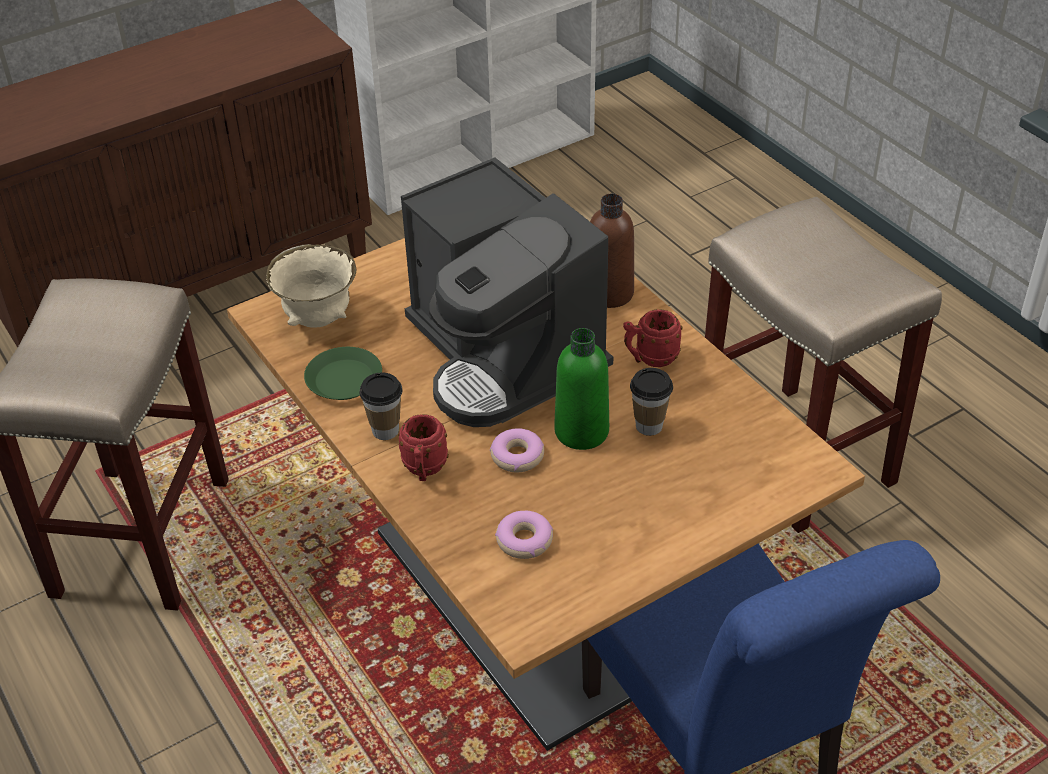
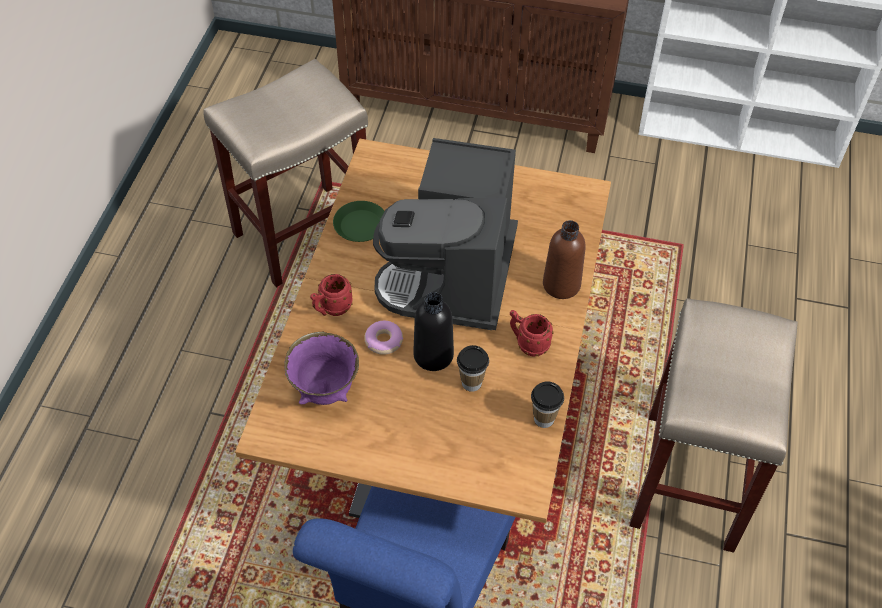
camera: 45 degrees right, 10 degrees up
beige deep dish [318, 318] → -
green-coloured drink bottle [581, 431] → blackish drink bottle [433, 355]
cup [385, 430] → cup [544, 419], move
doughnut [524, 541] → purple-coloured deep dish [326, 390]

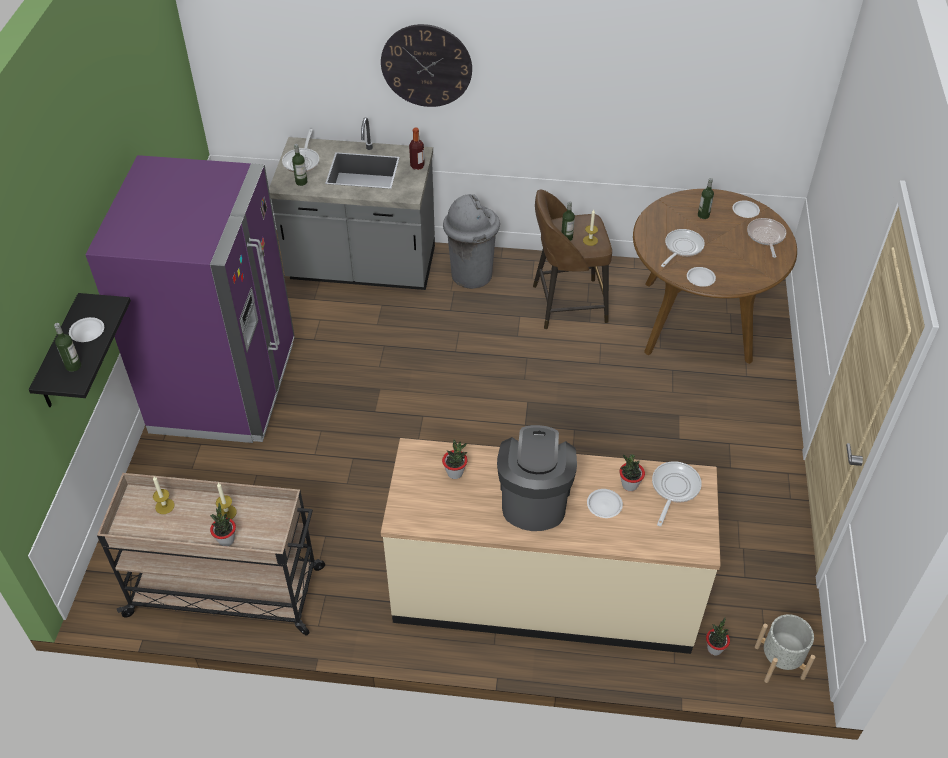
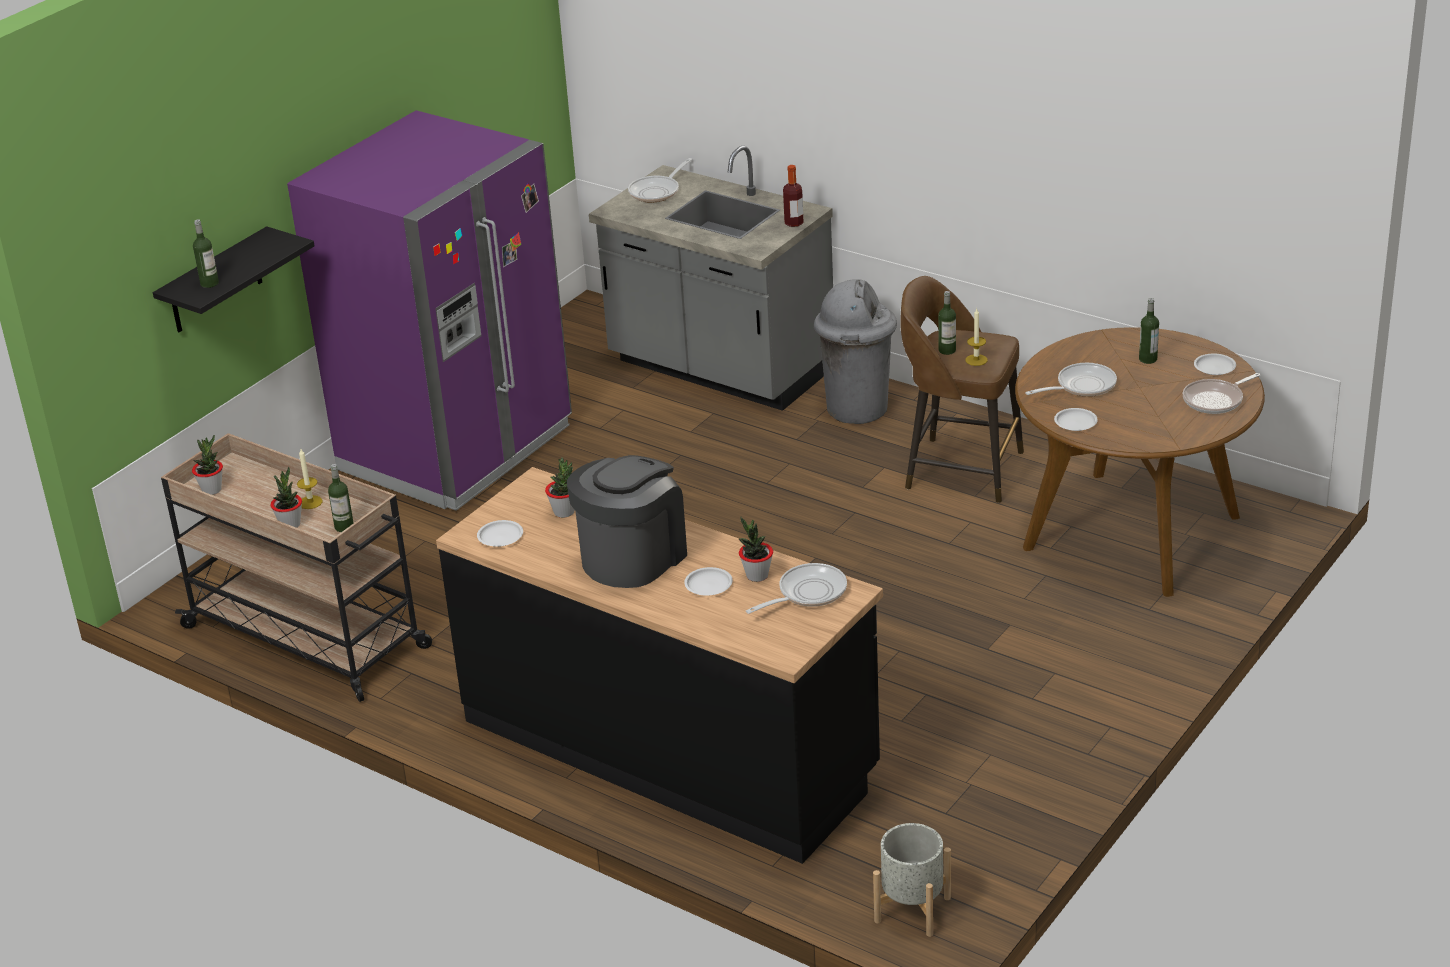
camera: 30 degrees right, 15 degrees down
wall clock [426, 65] → -
drink bottle [301, 182] → drink bottle [344, 527], move
pan [766, 236] → pan [1215, 400], 150 degrees counterclockwise
white plate [87, 332] → white plate [500, 536], move
beige kitchen counter [544, 591] → blackish kitchen counter [670, 748]
wax light [164, 506] → -
plant in a pot [714, 648] → plant in a pot [212, 489], move

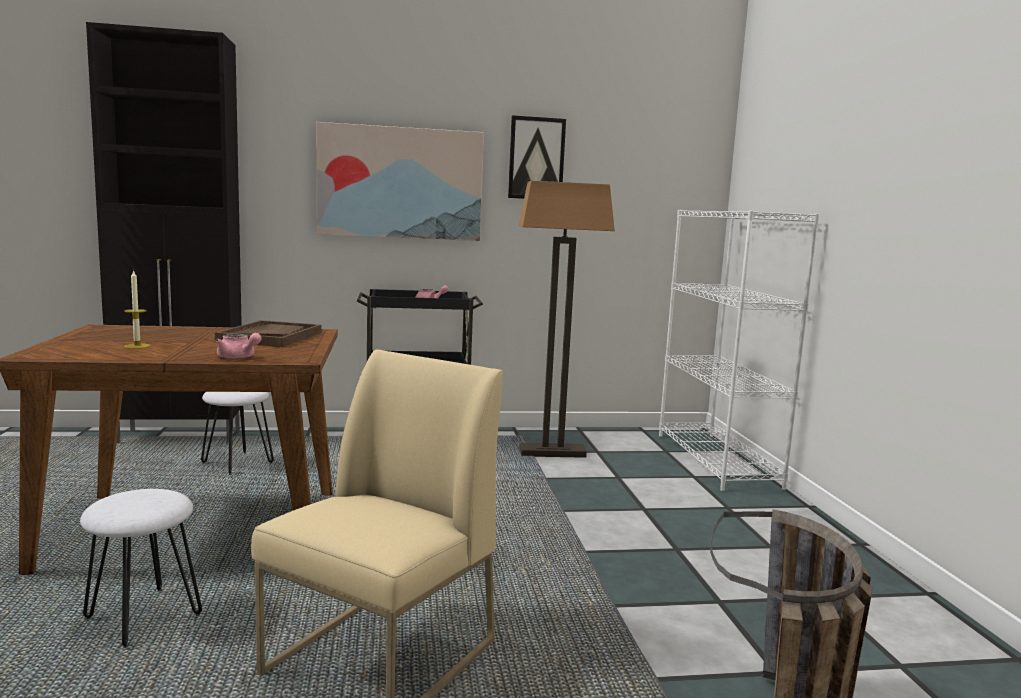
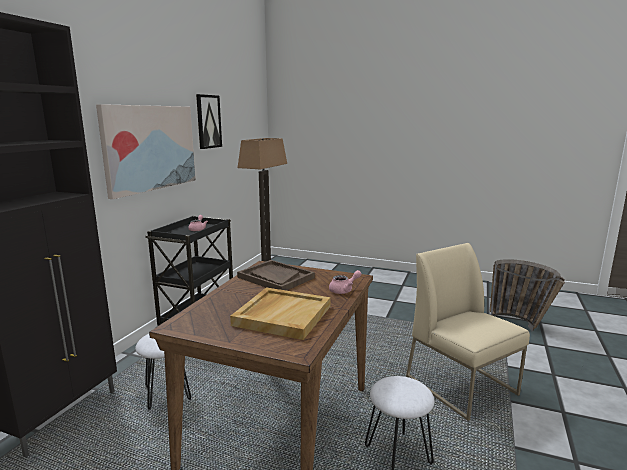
camera: 60 degrees left, 5 degrees up
white bookcase [717, 460] → -
wax light [137, 346] → beige carrying tray [282, 315]

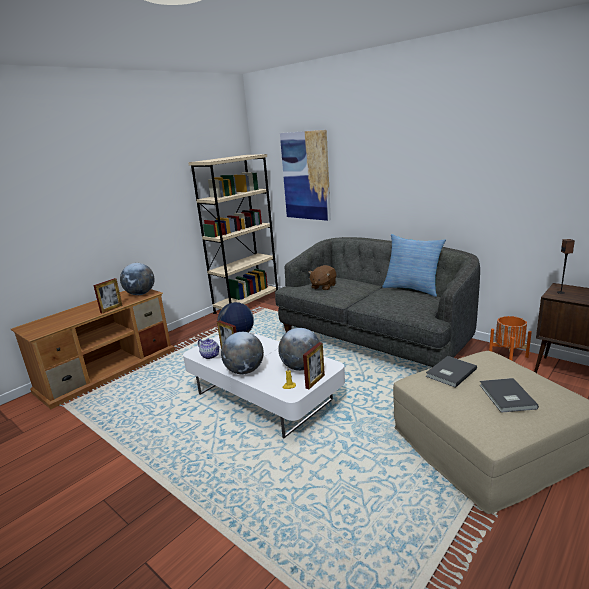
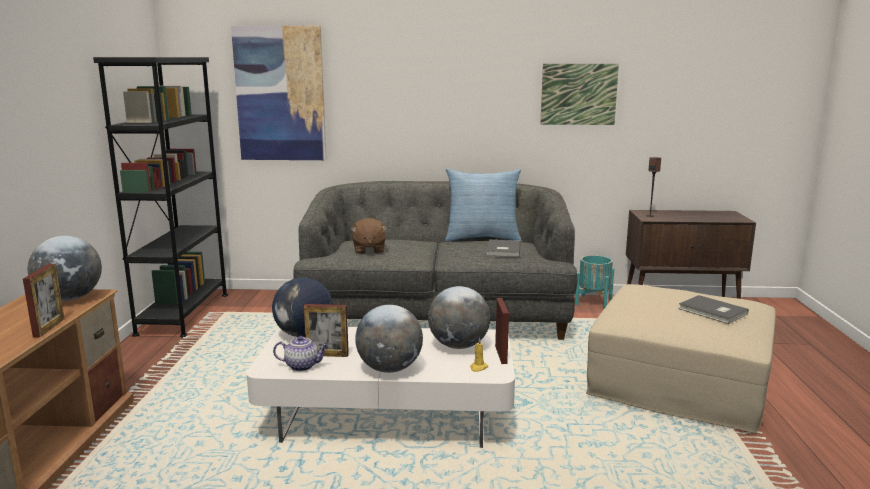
camera: 40 degrees left, 5 degrees down
beige bookcase [247, 305] → blackish bookcase [183, 313]
orange planter [508, 355] → turquoise-coloured planter [593, 302]
greyish volume [449, 372] → greyish volume [502, 250], move
- → picture [578, 94]

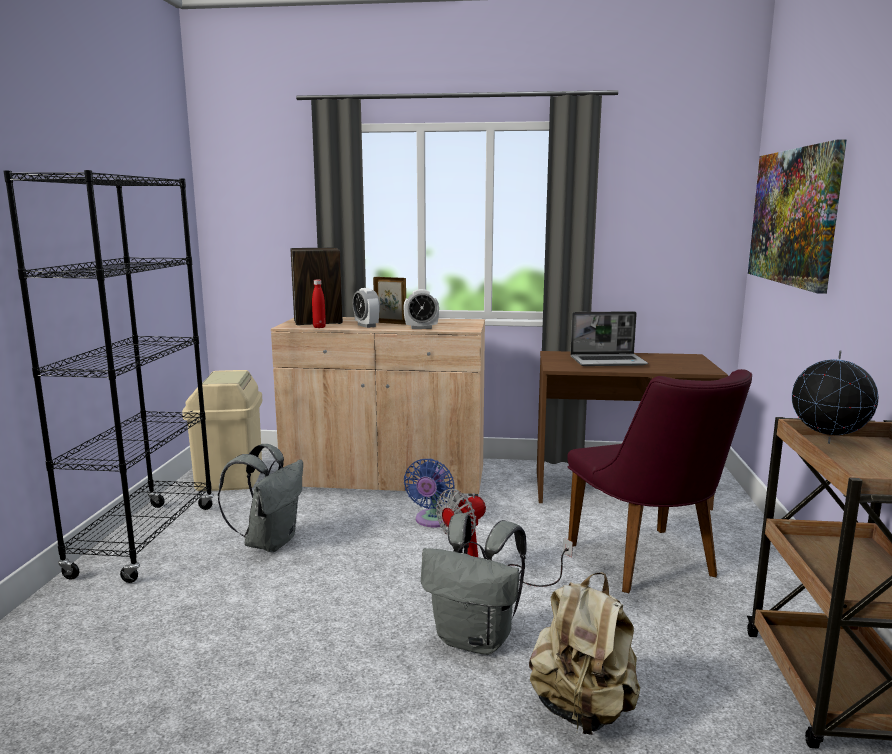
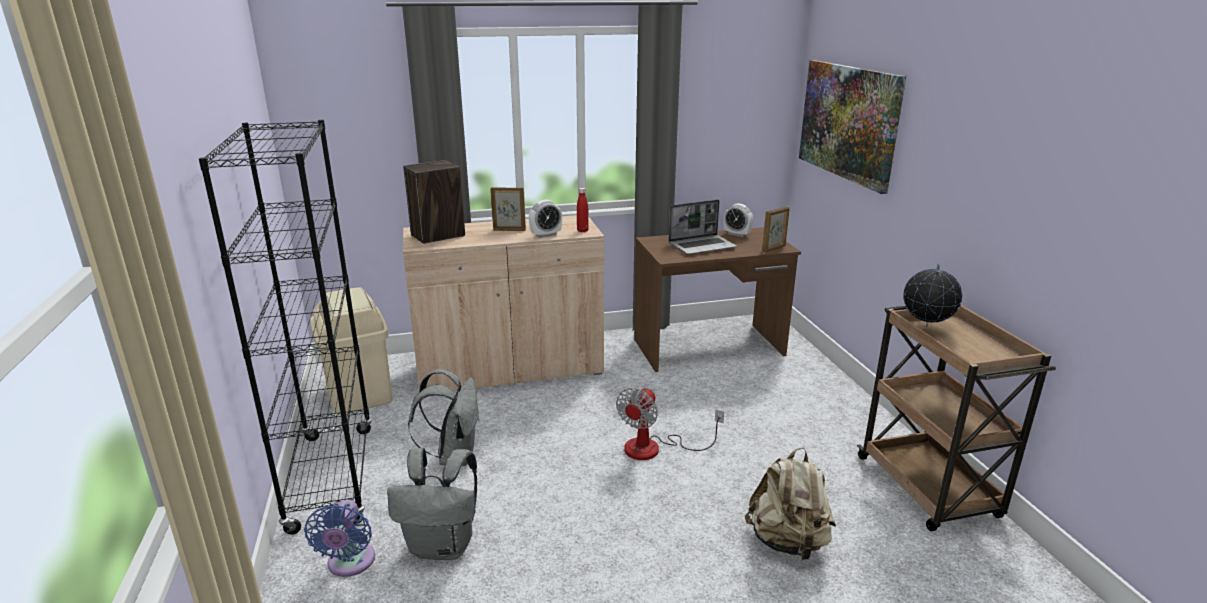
camera: 20 degrees left, 10 degrees up
red drink bottle [319, 327] → red drink bottle [582, 230], move
bedside clock [366, 326] → bedside clock [737, 234], move
purple-coloured plain chair [649, 565] → -
bluish fan [432, 521] → bluish fan [350, 564], move
greyish knapsack [476, 639] → greyish knapsack [443, 546], move
- → photo frame [774, 249]

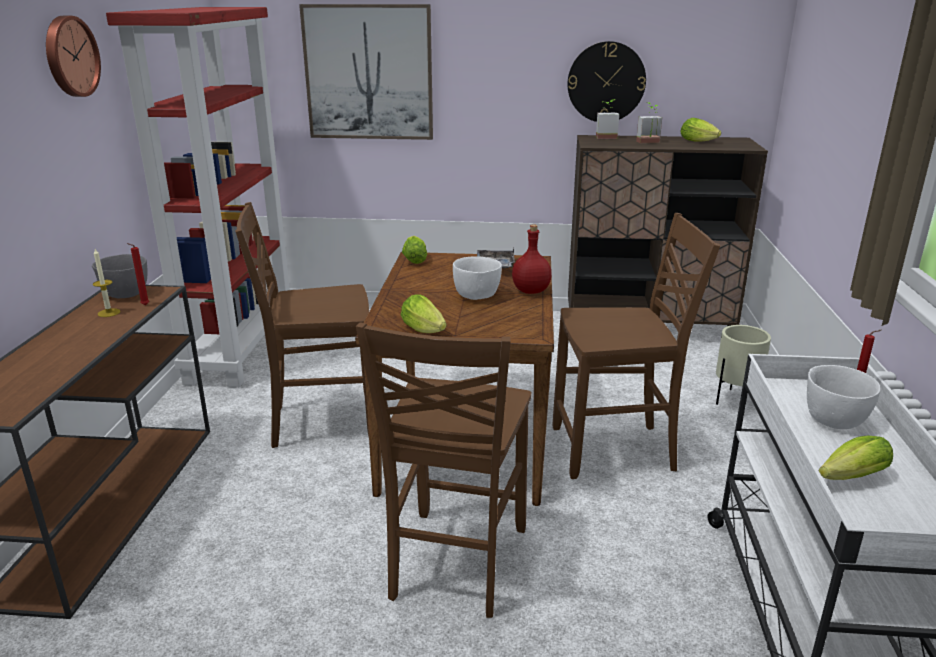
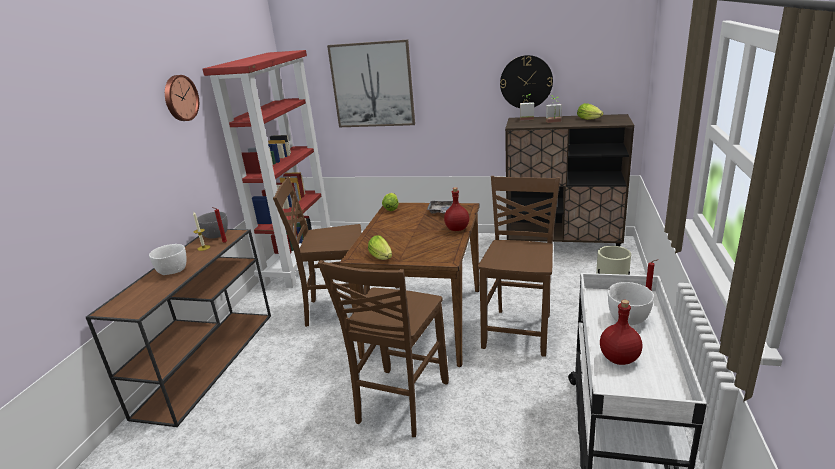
camera: 10 degrees right, 0 degrees up
brown-coloured plain chair [615, 450] → brown-coloured plain chair [519, 331], 75 degrees counterclockwise
white deep dish [477, 295] → white deep dish [173, 271], move
lettuce [848, 478] → red drink bottle [620, 358]

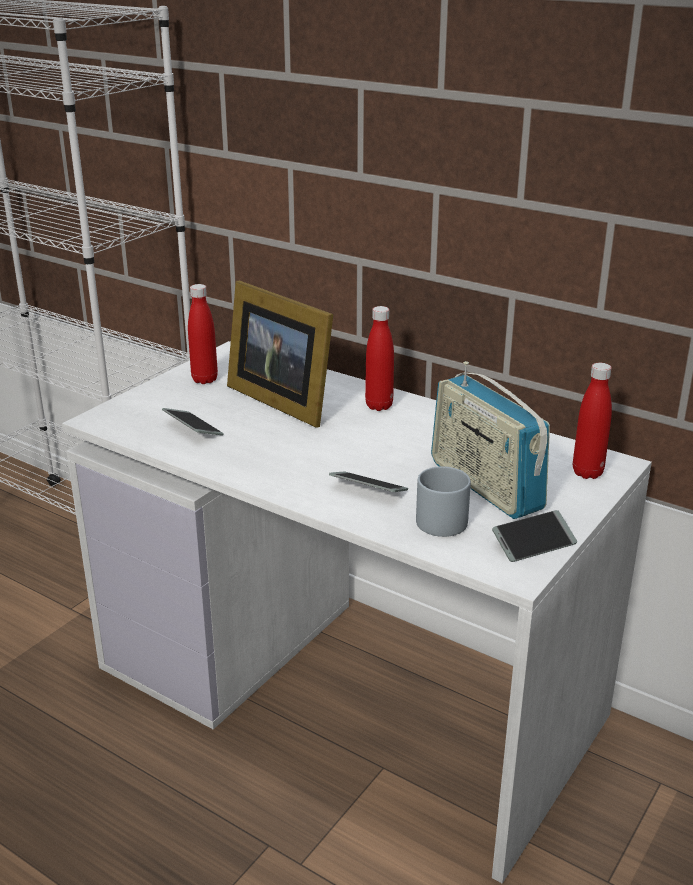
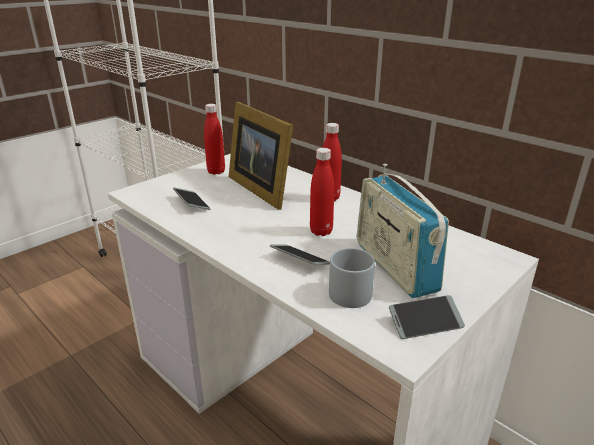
camera: 10 degrees right, 0 degrees up
red drink bottle [587, 473] → red drink bottle [321, 231], move

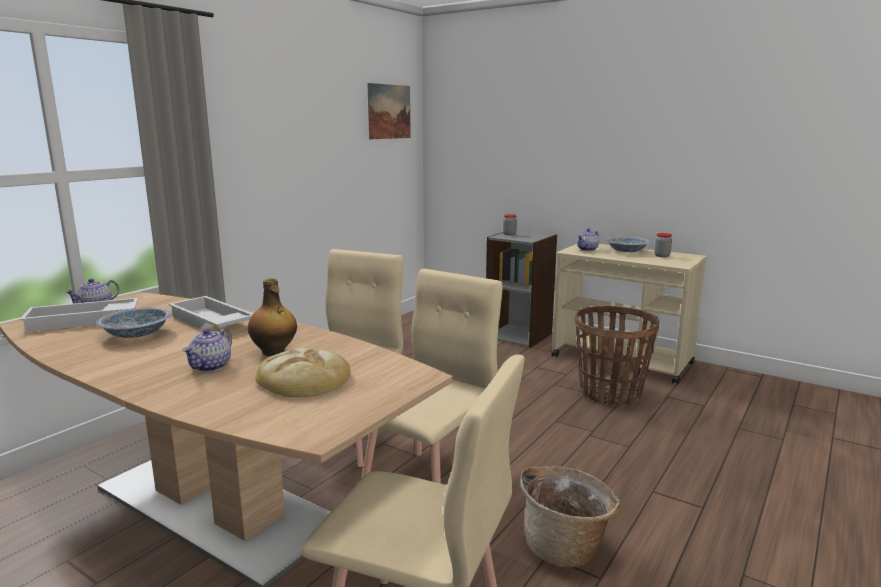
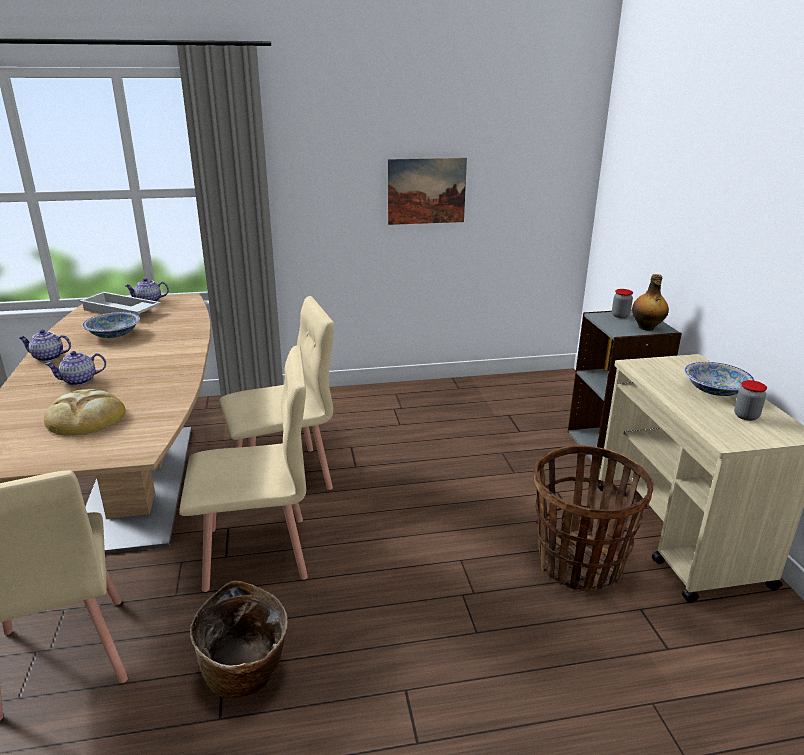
camera: 45 degrees right, 10 degrees up
picture [389, 111] → picture [426, 191], move
pot for tea [587, 249] → pot for tea [47, 358], move
drink bottle [274, 352] → drink bottle [646, 328], move
white carrying tray [210, 322] → -

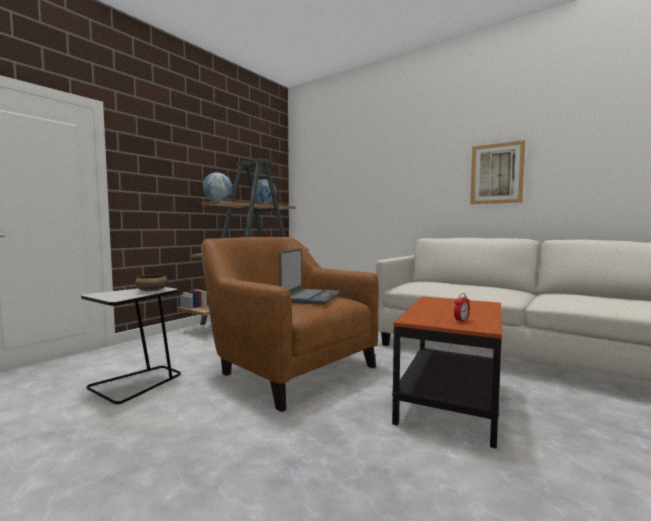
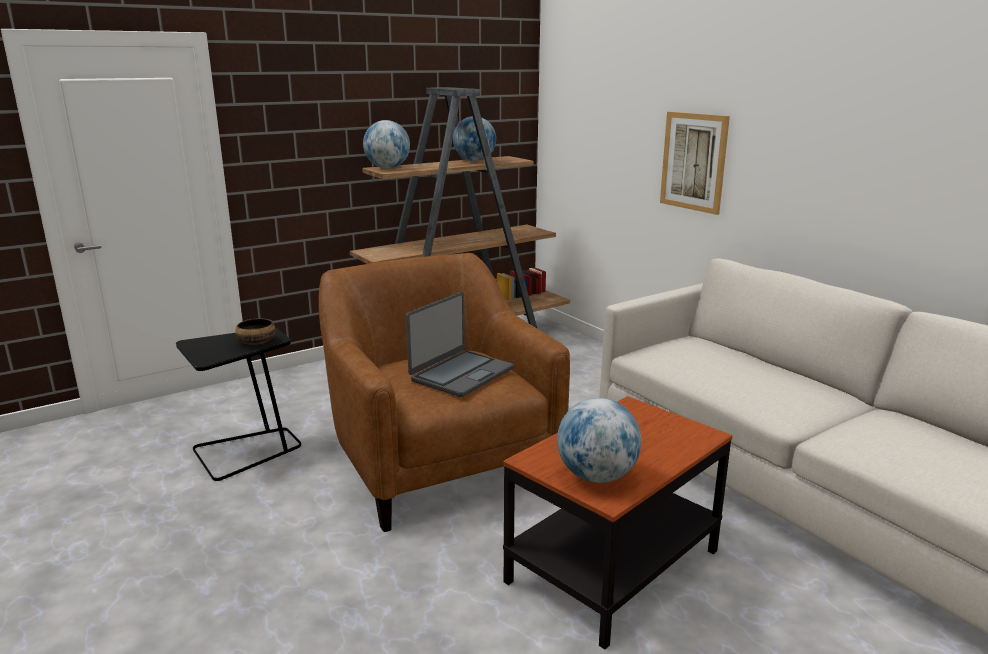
camera: 20 degrees right, 15 degrees up
picture [496, 173] → picture [693, 162], move
bedside clock [461, 321] → desk globe [596, 476]

